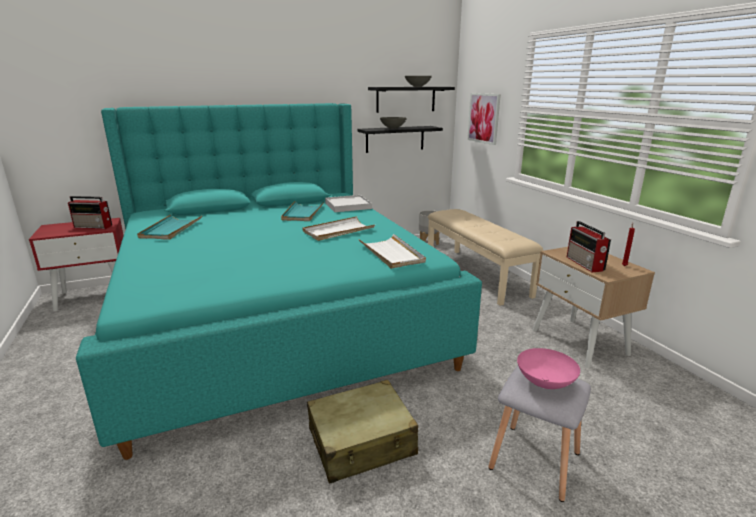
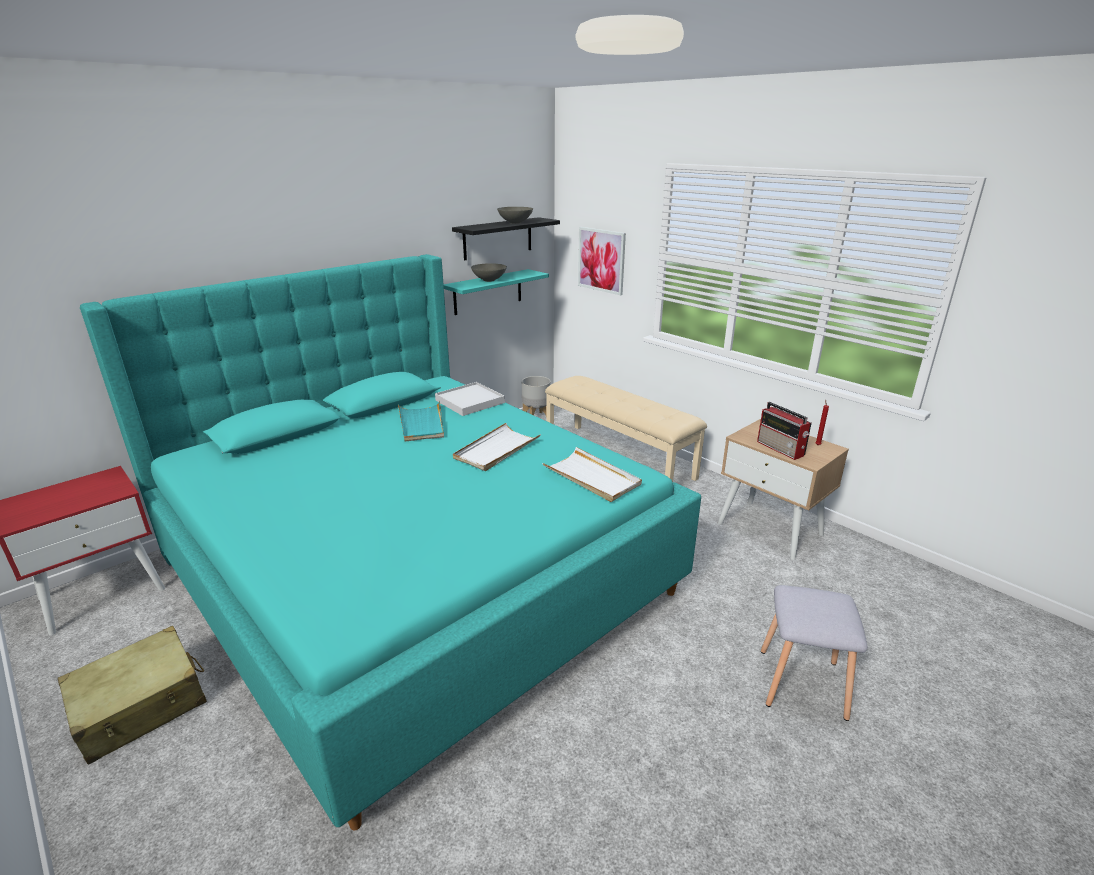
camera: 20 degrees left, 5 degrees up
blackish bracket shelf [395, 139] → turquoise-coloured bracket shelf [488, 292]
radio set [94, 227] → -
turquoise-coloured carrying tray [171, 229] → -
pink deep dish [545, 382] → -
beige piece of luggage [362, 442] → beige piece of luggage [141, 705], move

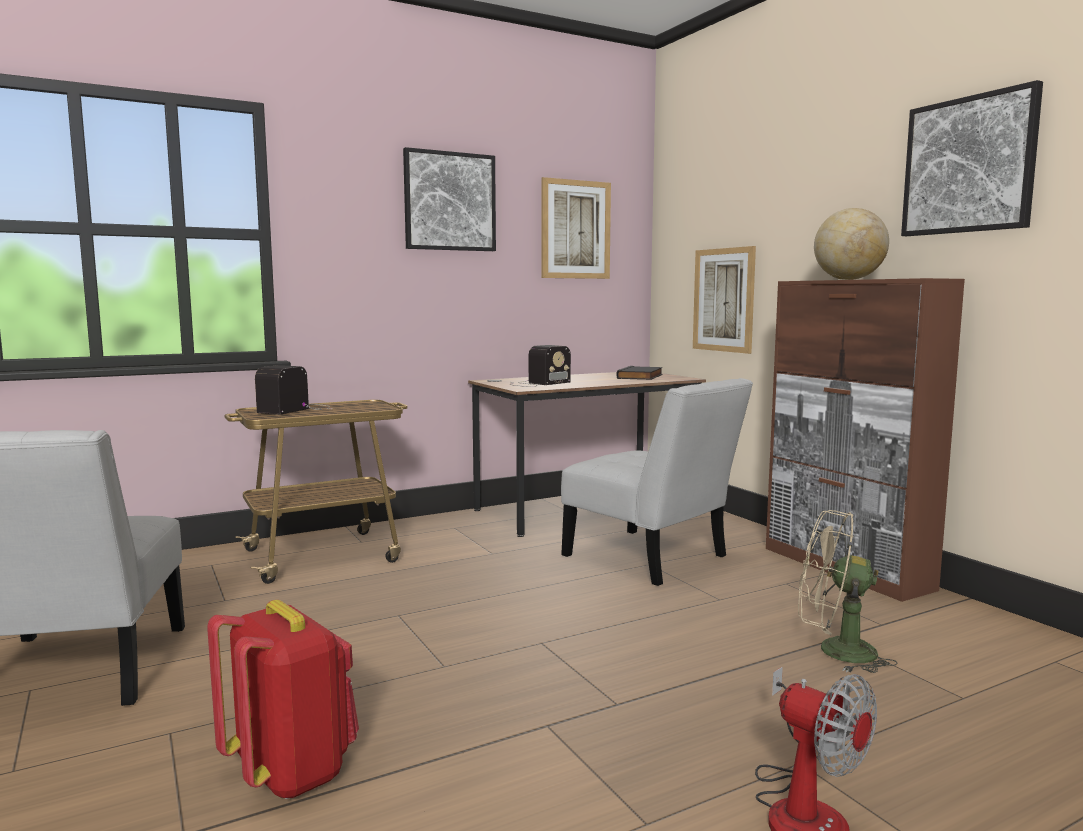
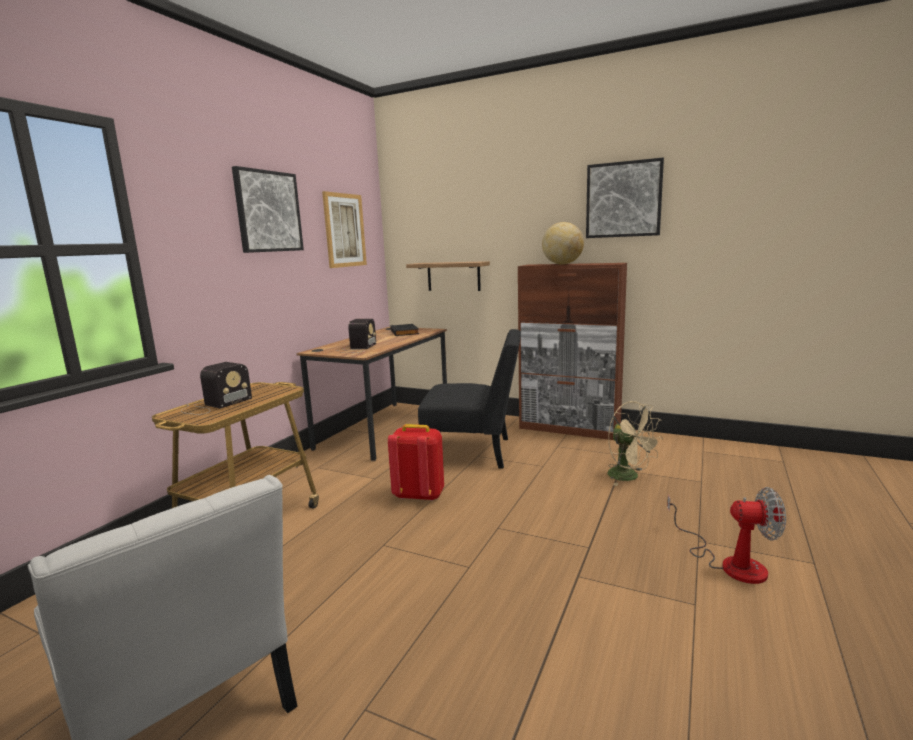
camera: 35 degrees left, 5 degrees up
picture [723, 300] → bracket shelf [453, 276]
radio set [296, 409] → radio set [214, 405], 135 degrees counterclockwise
white plain chair [651, 559] → blackish plain chair [473, 452]
beige fan [834, 651] → beige fan [629, 477], 105 degrees counterclockwise
red knapsack [291, 772] → red knapsack [419, 495], move

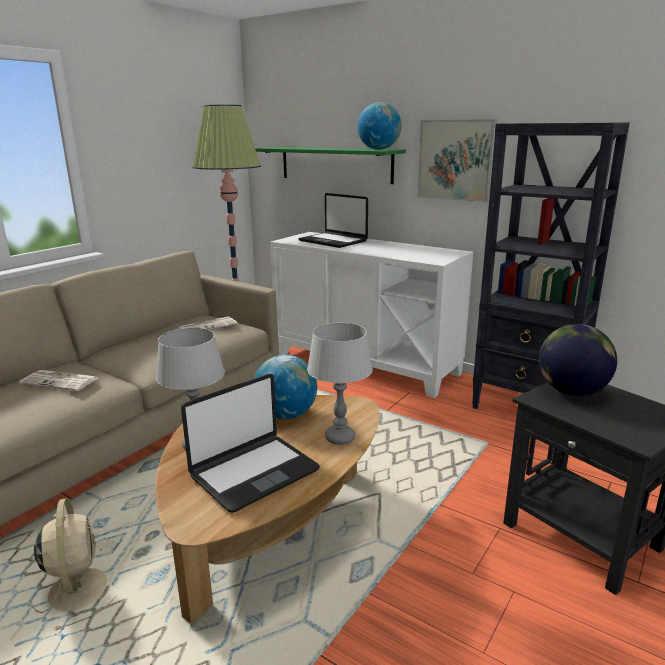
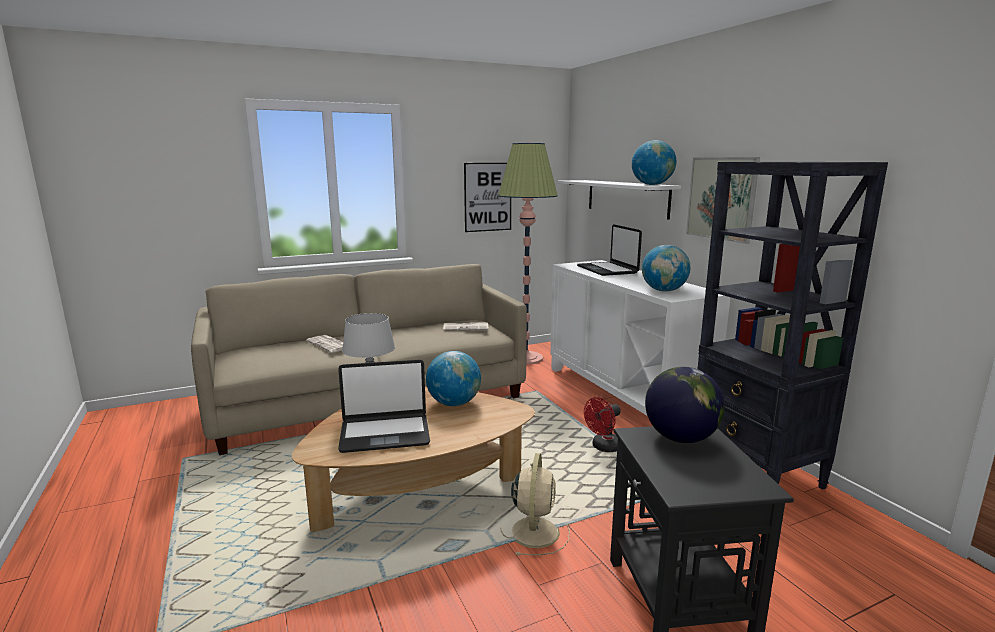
camera: 30 degrees right, 5 degrees down
green-coloured bracket shelf [335, 164] → white bracket shelf [626, 198]
greyish table lamp [339, 438] → -
beige fan [78, 588] → beige fan [535, 530], move
- → picture [488, 197]
- → desk globe [664, 291]
- → red fan [603, 447]

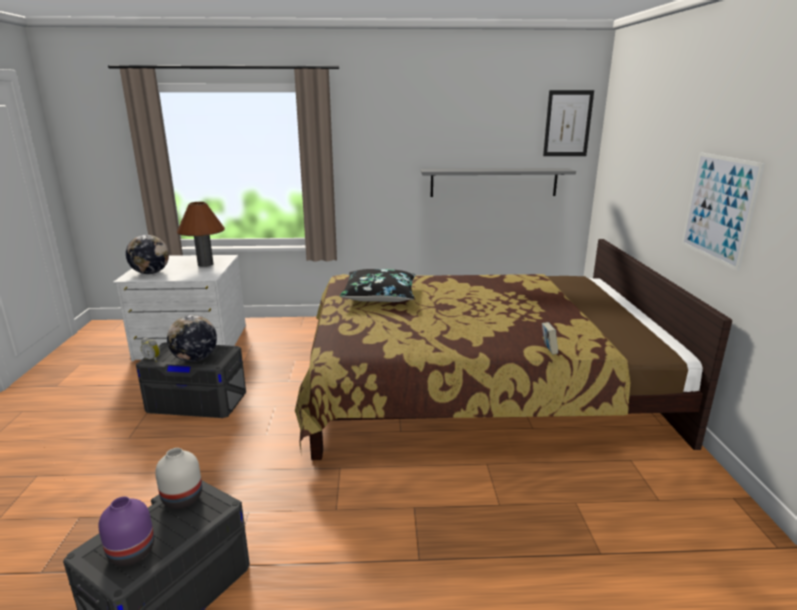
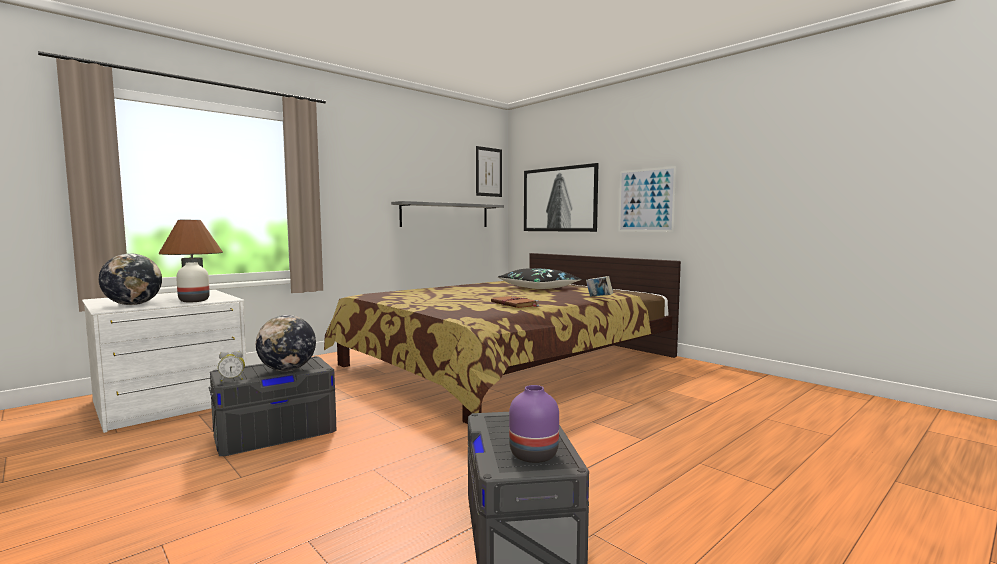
camera: 40 degrees left, 15 degrees down
blackish pillow [380, 295] → blackish pillow [538, 287], move
white vase [183, 497] → white vase [194, 301], move
- → picture [560, 199]
- → brown-coloured volume [515, 304]

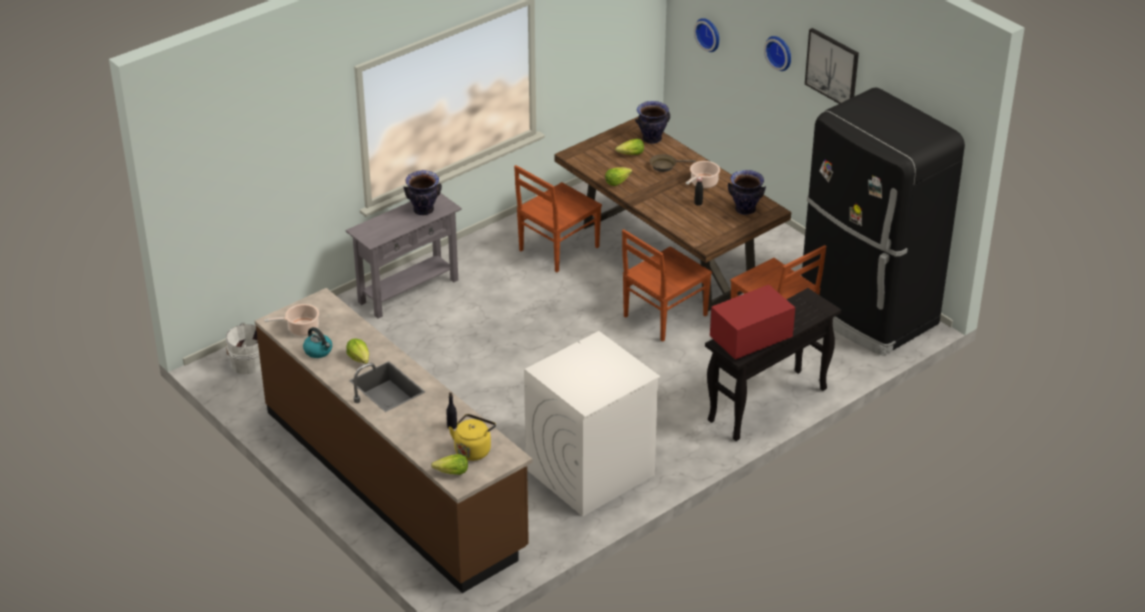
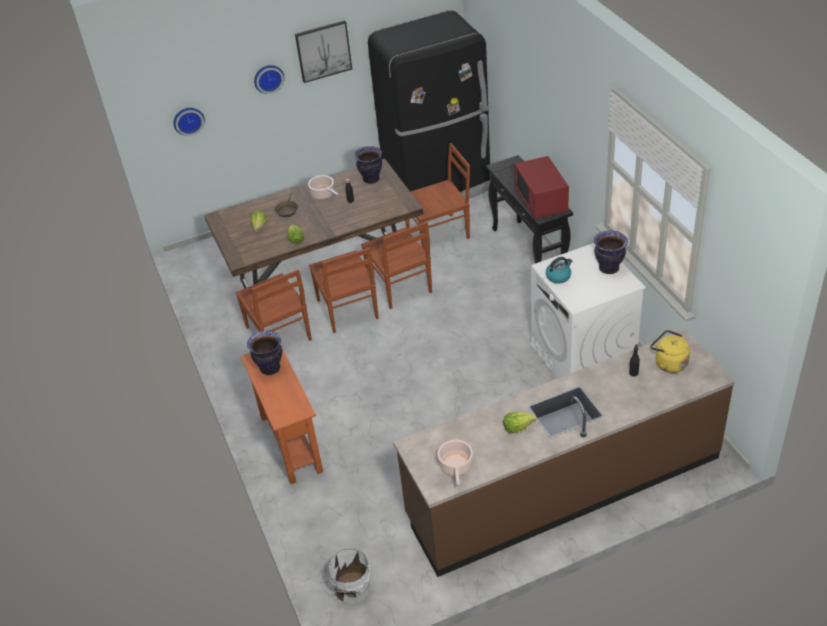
camera: 70 degrees left, 5 degrees up
vase [651, 139] → vase [608, 268], move
greyish narrow table [408, 291] → orange narrow table [291, 444]
kettle [318, 351] → kettle [558, 276], move
lettuce [452, 472] → -
- → brown-coloured plain chair [347, 310]

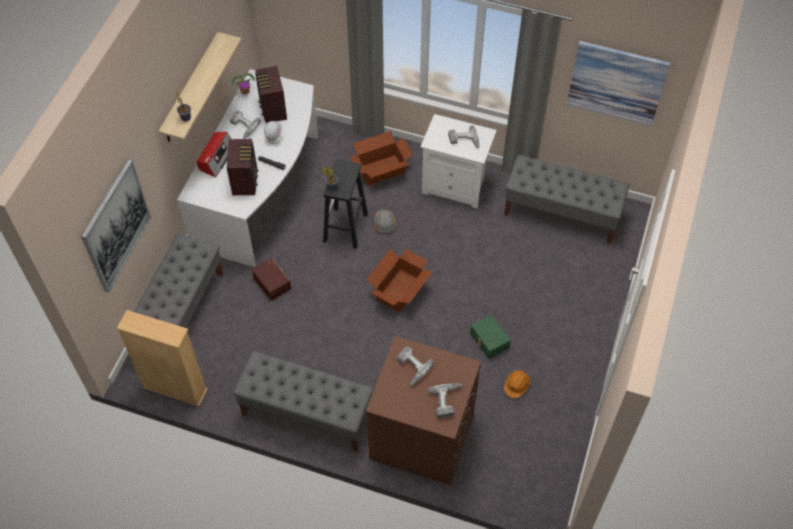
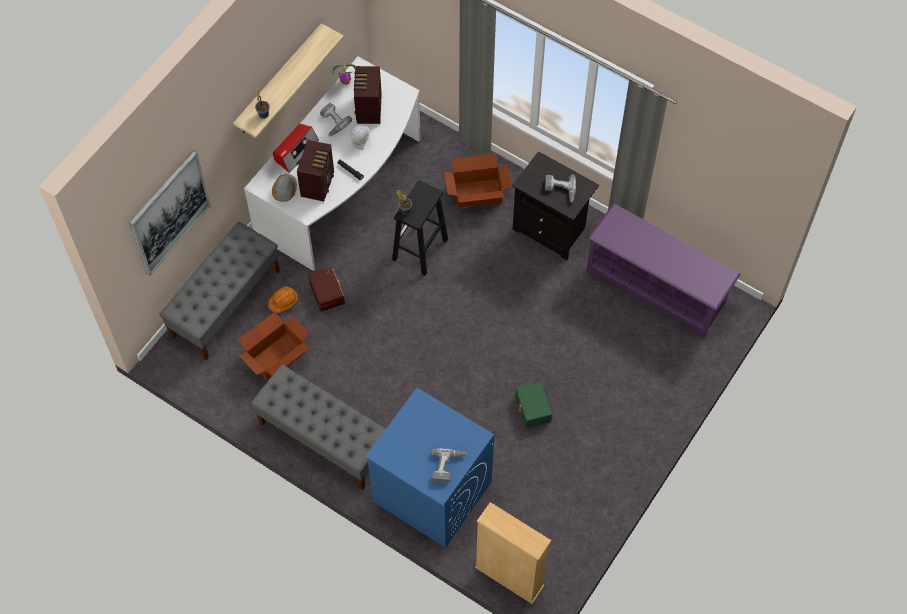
camera: 15 degrees right, 5 degrees up
picture [616, 83] → -
white nightstand [455, 185] → blackish nightstand [551, 229]
greyish bench [562, 213] → purple-coloured shoe rack [656, 287]
greyish hard hat [384, 223] → greyish hard hat [285, 190], move
cardboard box [398, 290] → cardboard box [276, 357], move
beige bookcase [175, 388] → beige bookcase [509, 577], move
brown-coloured laundry machine [421, 437] → bluish laundry machine [431, 491]
drill [411, 368] → -
orange hard hat [516, 385] → orange hard hat [283, 301], move

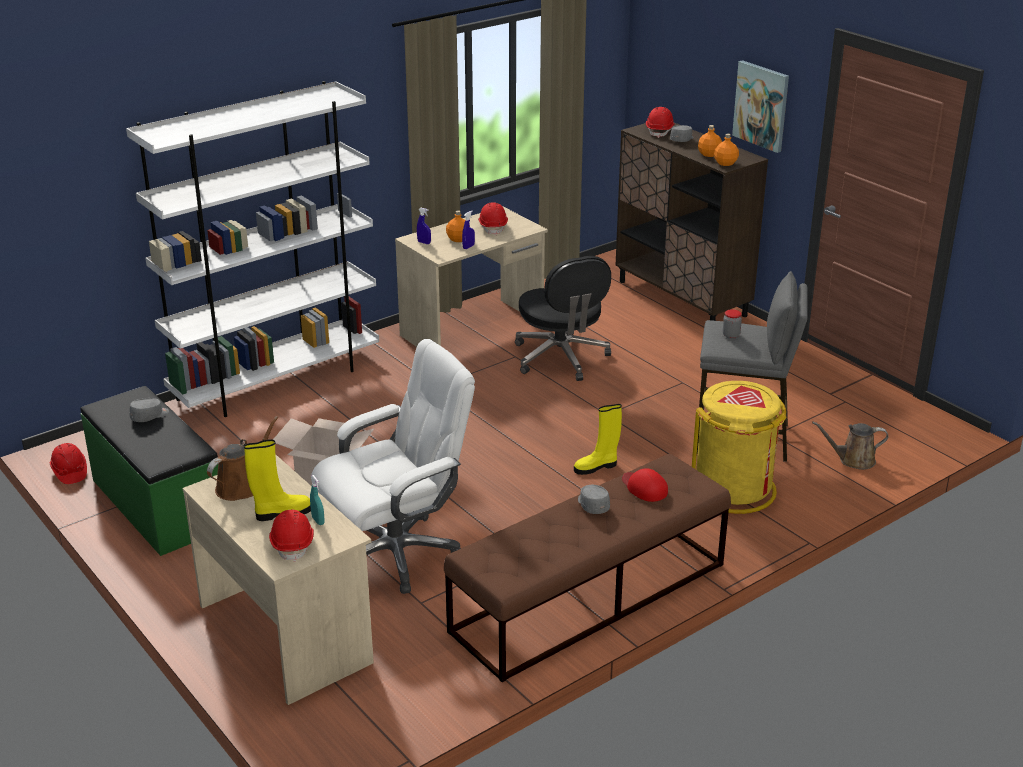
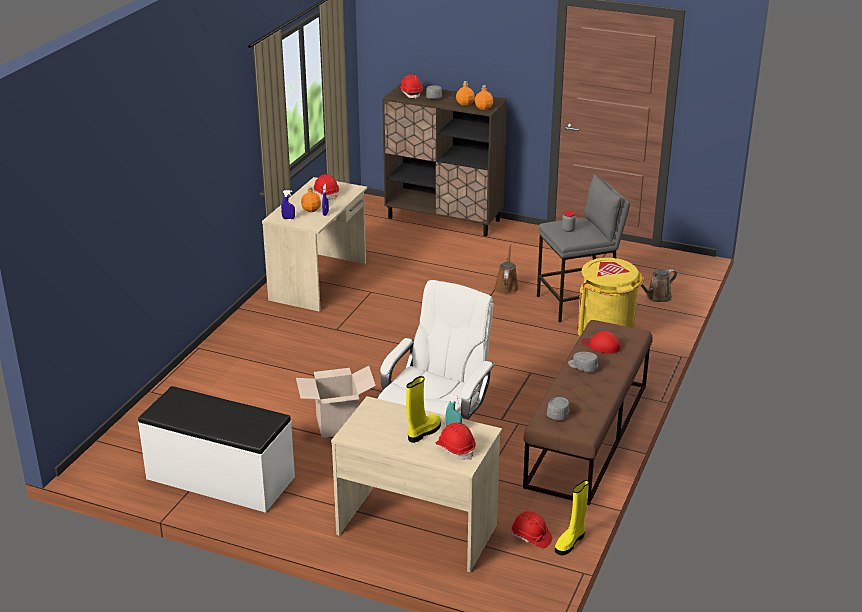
camera: 30 degrees left, 0 degrees up
picture [761, 105] → -
white bookcase [276, 381] → -
blackish computer chair [561, 358] → -
green-coloured bench [157, 504] → white bench [220, 478]
greyish baseball cap [150, 416] → greyish baseball cap [558, 413], move
yellowish high-top boot [596, 467] → yellowish high-top boot [570, 542], move
brown-coloured watering pot [241, 486] → brown-coloured watering pot [506, 286], move
red hard hat [69, 472] → red hard hat [531, 537], move

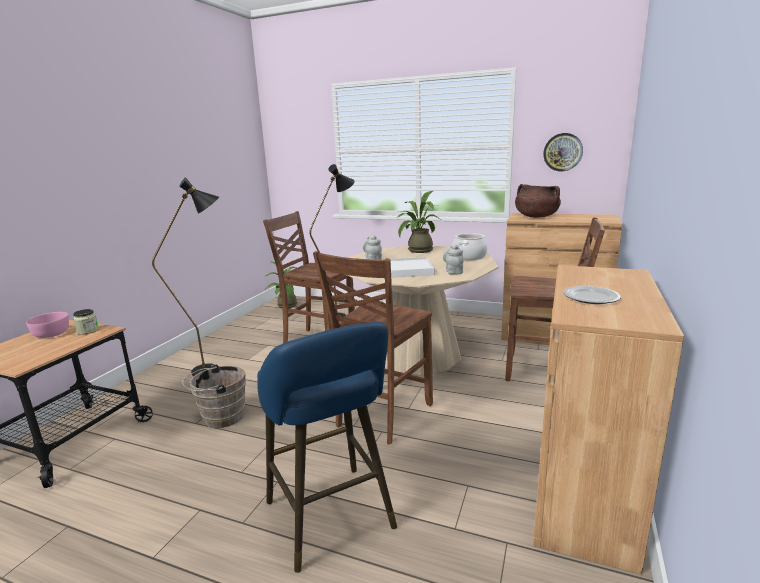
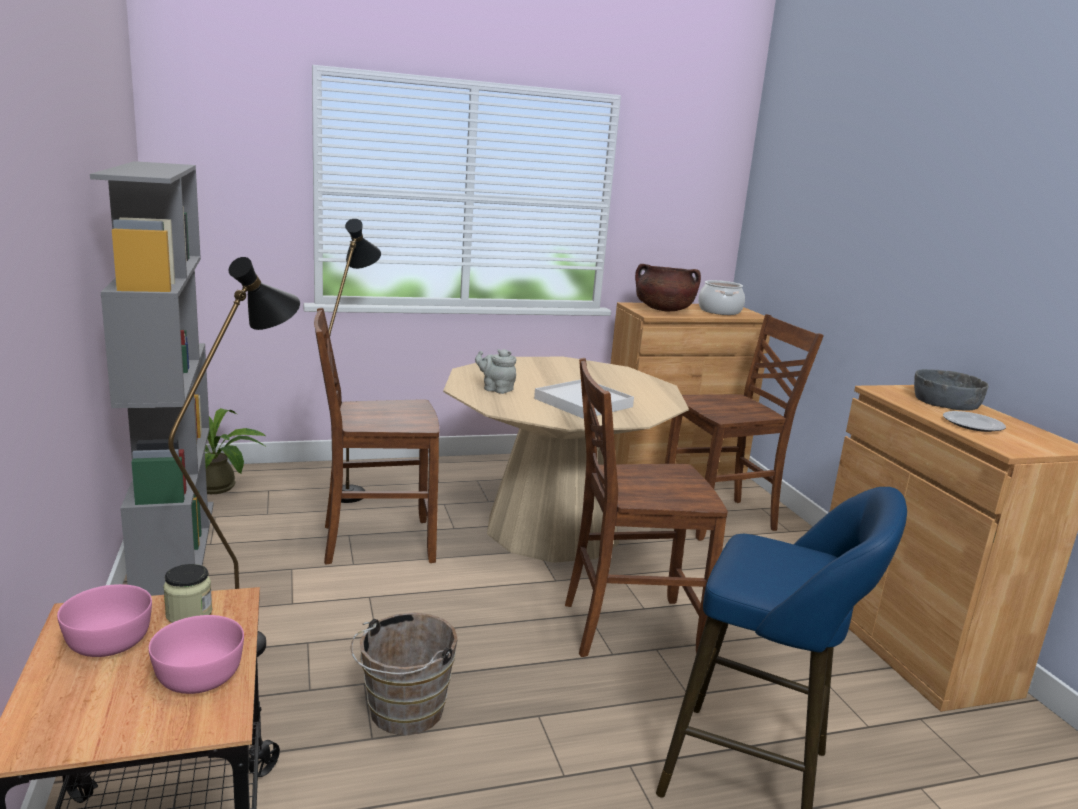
camera: 40 degrees left, 0 degrees up
wall clock [562, 152] → -
plant in a pot [417, 251] → -
stockpot [469, 257] → stockpot [720, 311], move
greyish pot for tea [453, 271] → -
brown-coloured plain chair [382, 415] → brown-coloured plain chair [627, 628], 90 degrees clockwise
- → greyish bookcase [175, 548]
- → greyish deep dish [944, 401]
- → pink deep dish [198, 676]

